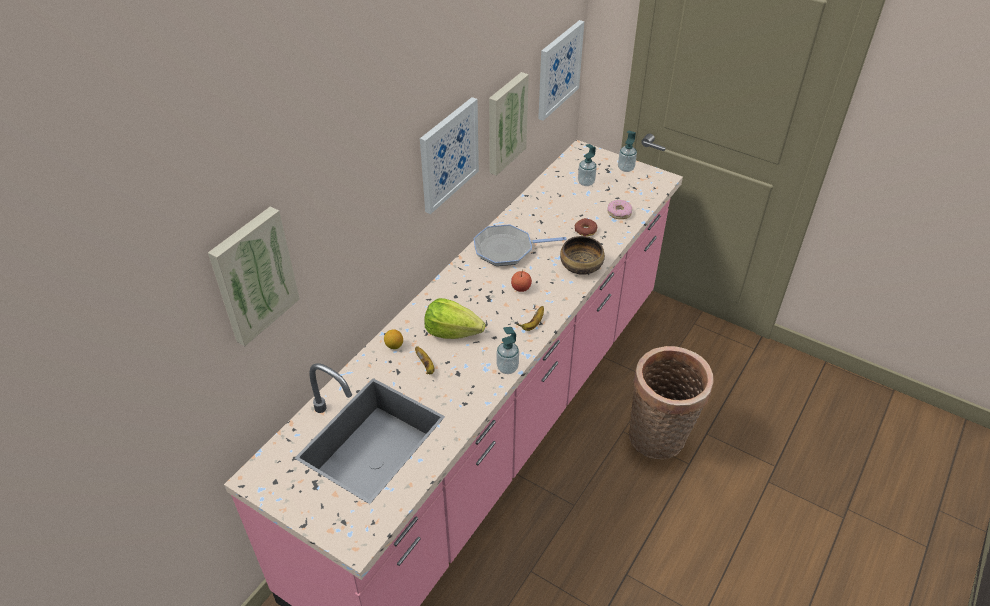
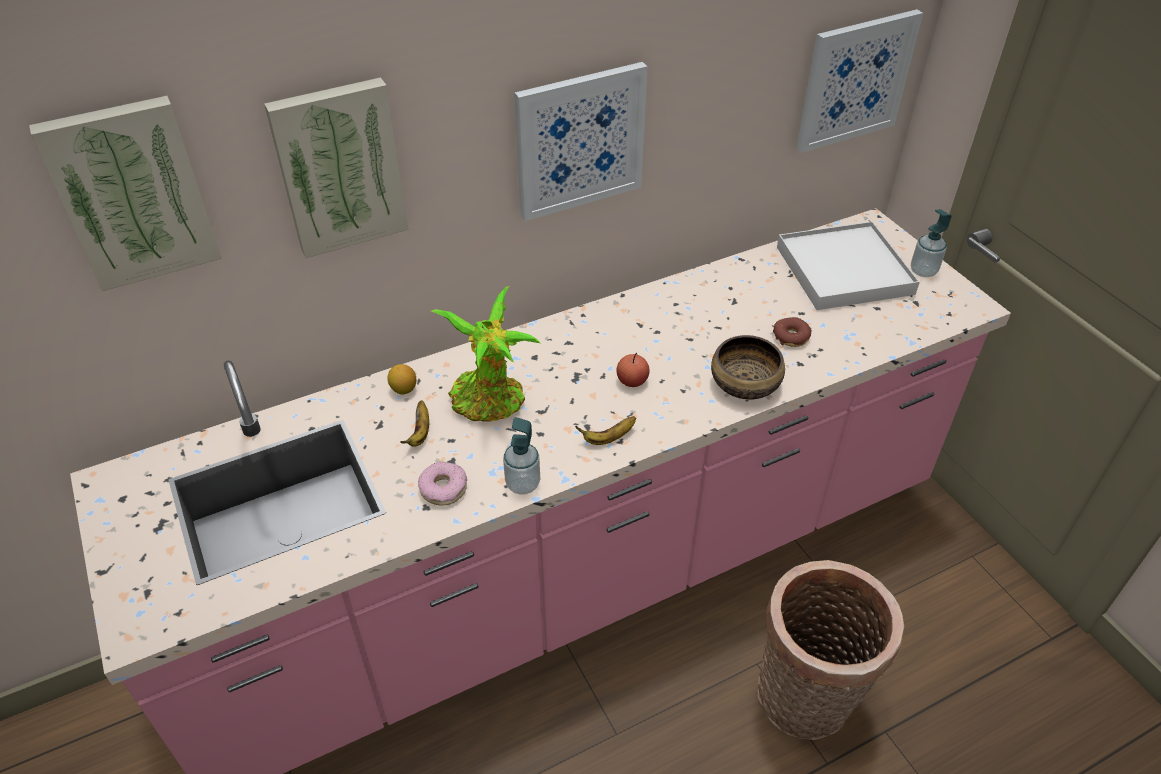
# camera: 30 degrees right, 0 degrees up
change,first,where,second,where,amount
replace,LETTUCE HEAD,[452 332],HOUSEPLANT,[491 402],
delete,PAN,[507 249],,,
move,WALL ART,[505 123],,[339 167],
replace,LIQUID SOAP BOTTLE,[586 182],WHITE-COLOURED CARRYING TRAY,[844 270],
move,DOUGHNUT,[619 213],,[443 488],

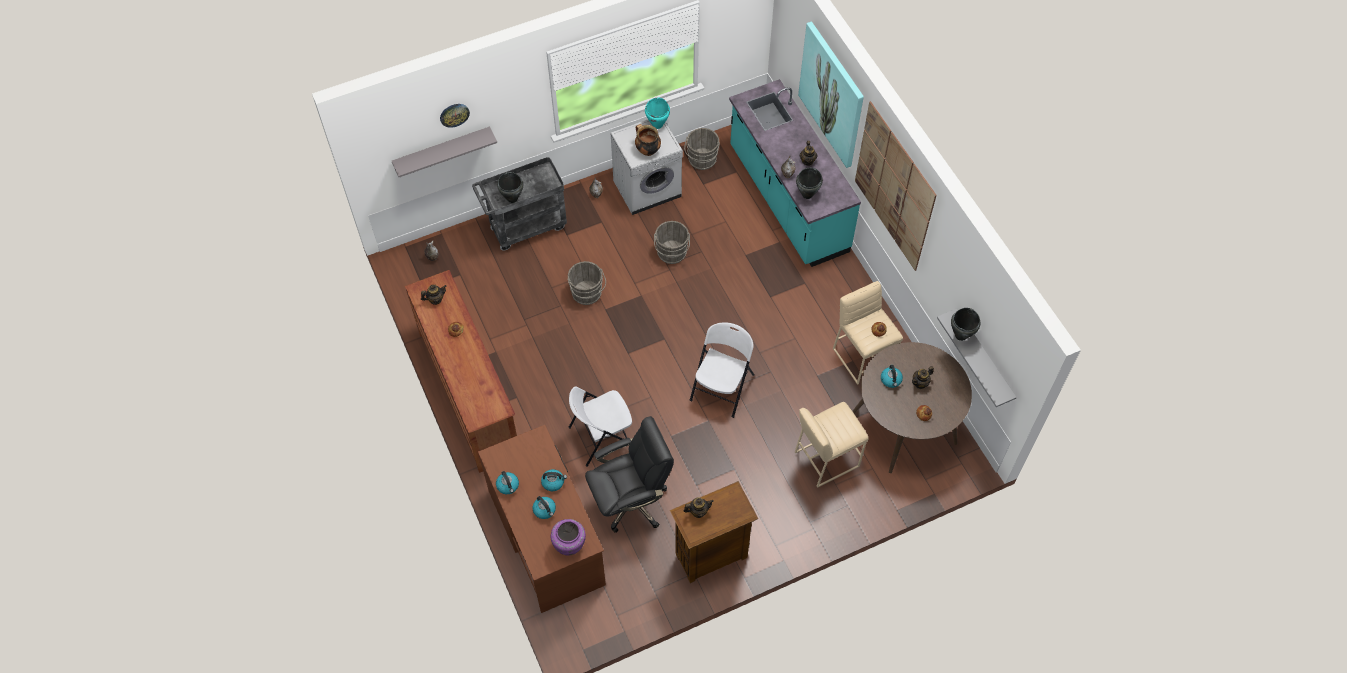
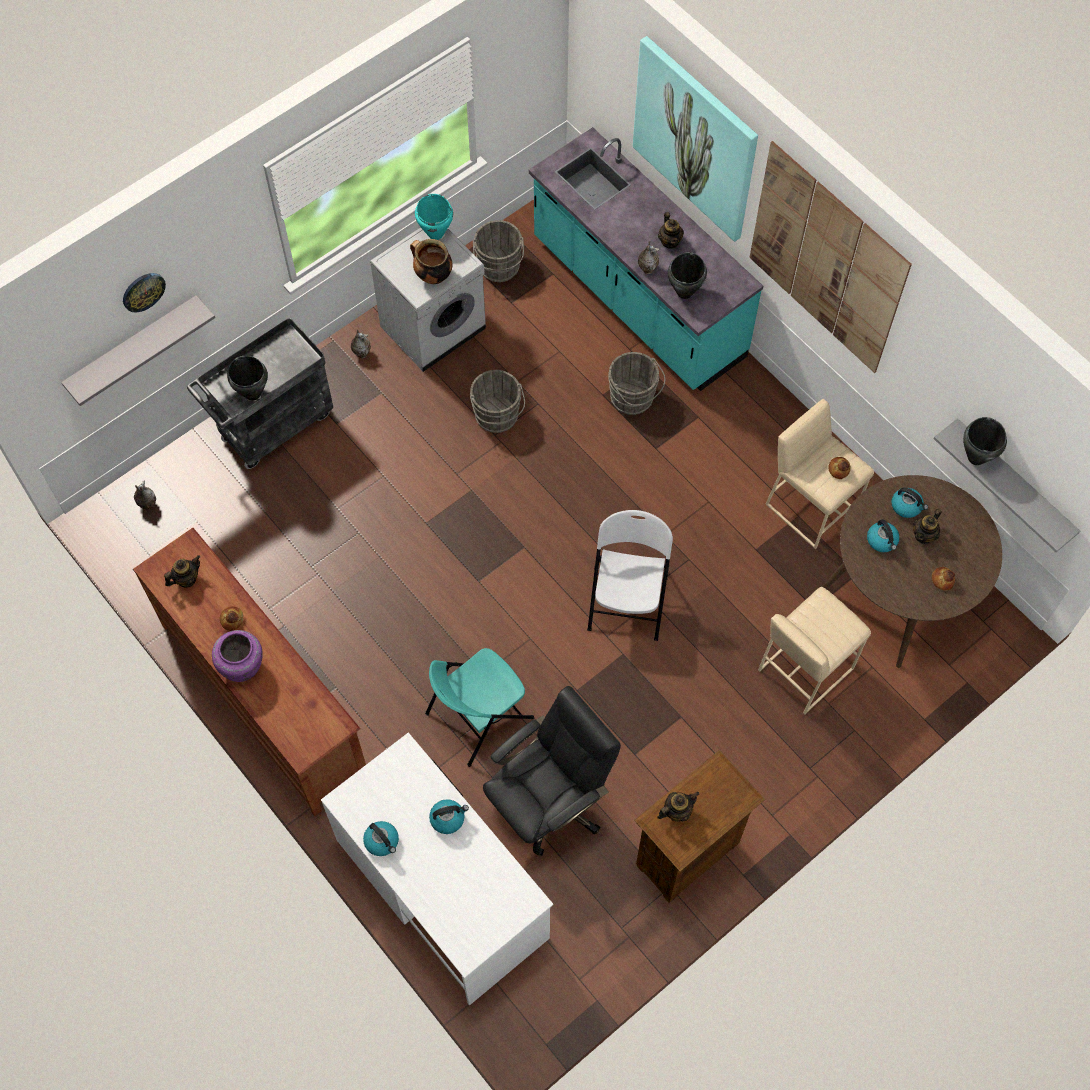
# camera: 15 degrees left, 5 degrees up
change,first,where,second,where,amount
recolor,BROWNISH DESK,[546 536],WHITE-COLOURED DESK,[442 887],
move,TEA KETTLE,[545 510],,[906 506],
move,PURPLE-COLOURED DECORATIVE VASE,[570 545],,[243 666],
move,GRAY WATER BUCKET,[587 294],,[633 399],
recolor,WHITE-COLOURED UPRIGHT CHAIR,[602 436],TURQUOISE-COLOURED UPRIGHT CHAIR,[479 715],

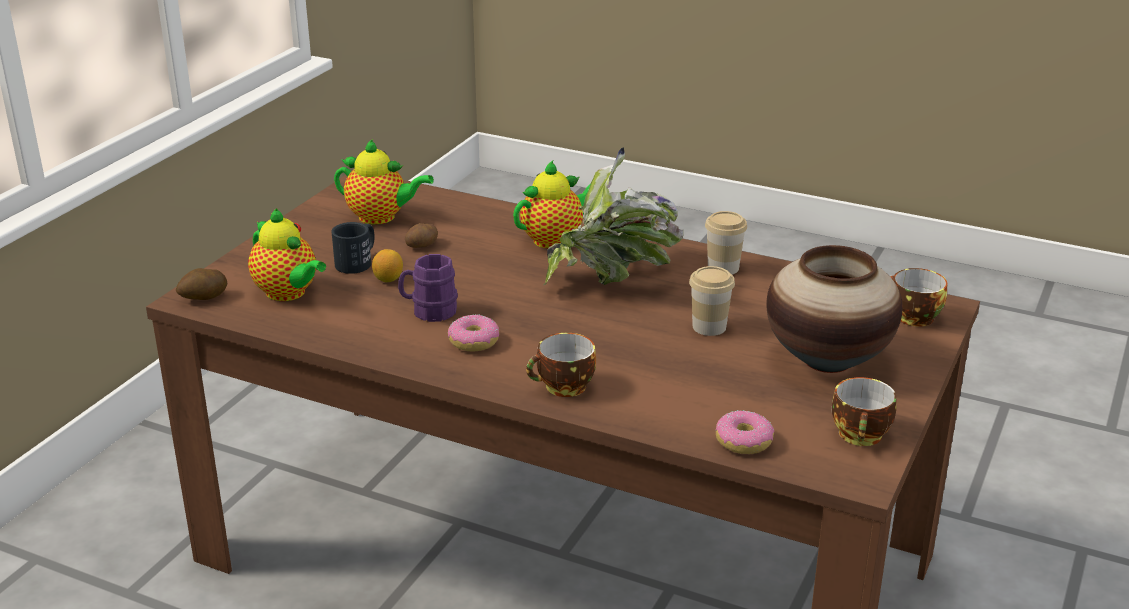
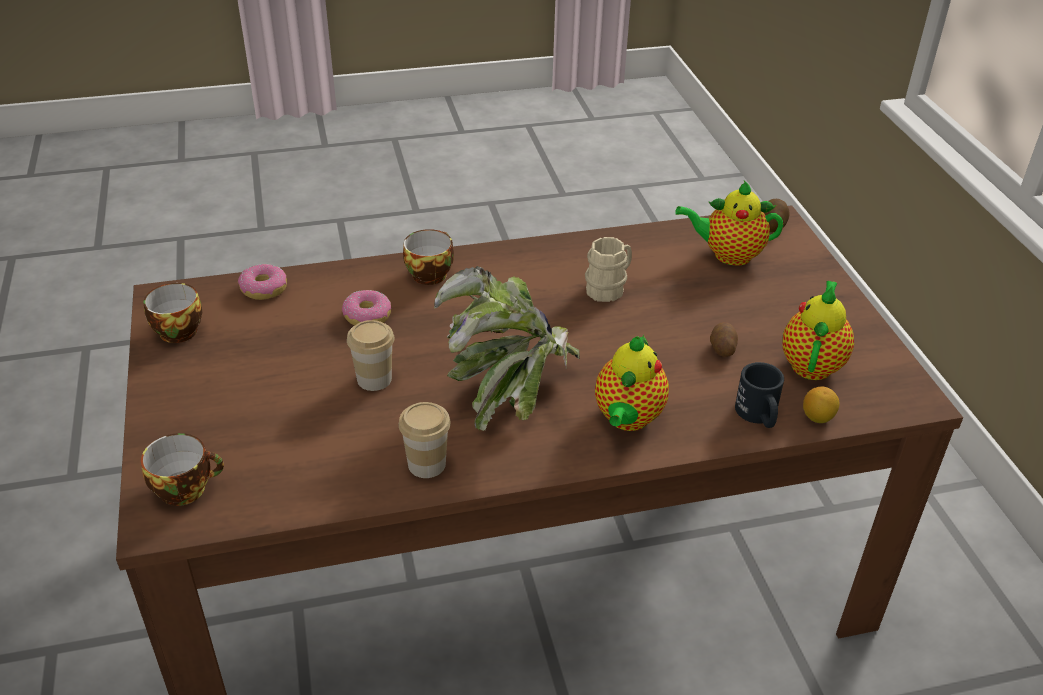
# camera: 140 degrees right, 10 degrees up
change,first,where,second,where,amount
move,BLACKISH COFFEE MUG,[358 261],,[759 416],
rotate,TEA POT,[381 217],,[812 363],135 degrees clockwise
move,LEMON,[388 279],,[817 417],
recolor,PURPLE-COLOURED COFFEE MUG,[429 311],SAND-COLOURED COFFEE MUG,[609 288],
move,DOUGHNUT,[474 341],,[367 316],
delete,DECORATIVE VASE,[828 360],,,

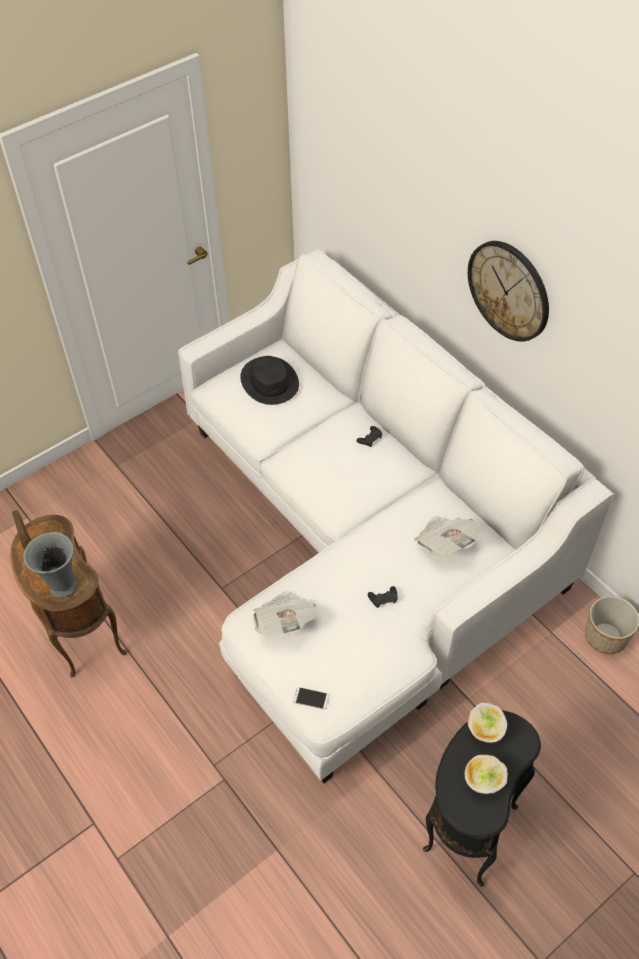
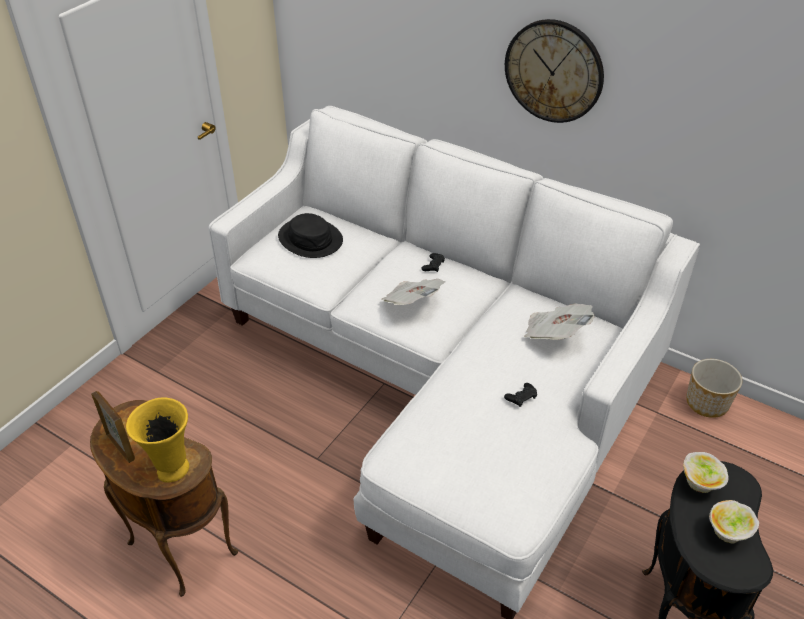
# camera: 20 degrees left, 10 degrees down
change,first,where,second,where,amount
recolor,GRAY DECORATIVE VASE,[62 587],YELLOW DECORATIVE VASE,[171 470],
move,PRINTED PAPER,[284 622],,[412 303],
delete,PHONE,[311 698],,,

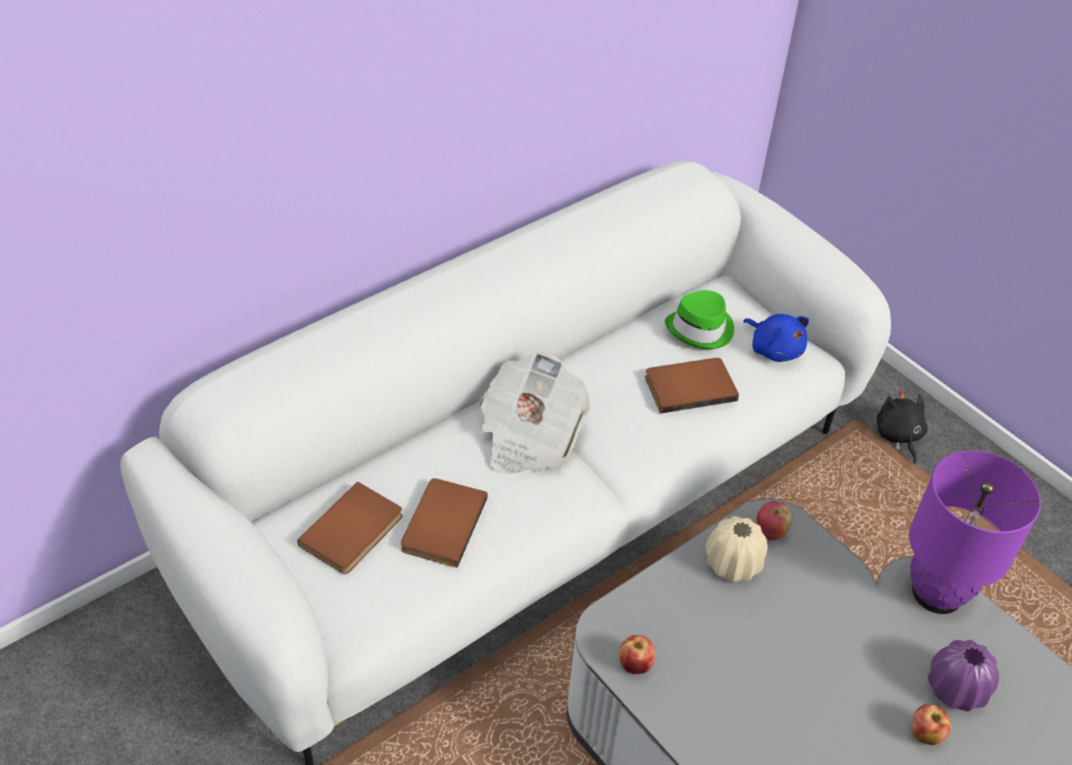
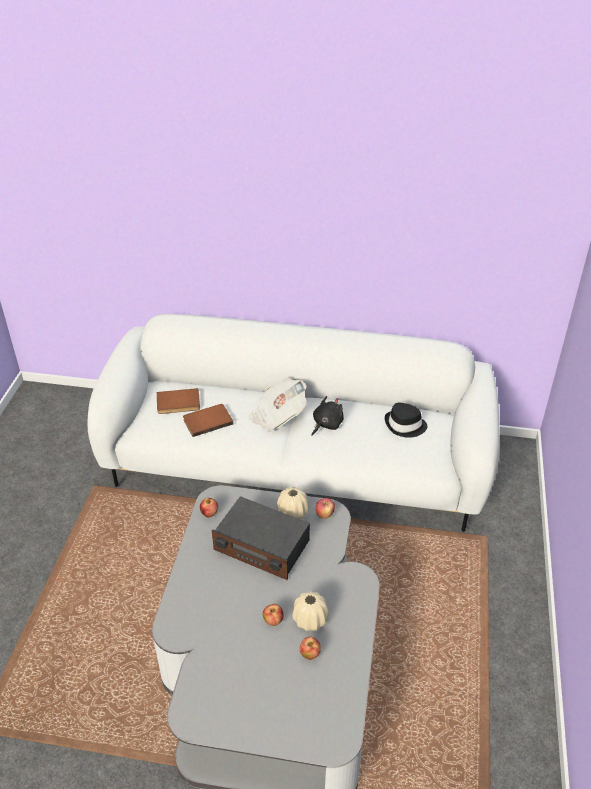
# camera: 50 degrees right, 5 degrees down
change,first,where,second,where,amount
delete,BROWNISH BOUND BOOK,[689 386],,,
recolor,GREEN-COLOURED CLOTHING HAT,[701 329],BLACKISH CLOTHING HAT,[405 425],
delete,BLUISH SOFT TOY,[774 349],,,
move,BLACKISH SOFT TOY,[898 436],,[326 424],
delete,PURPLE-COLOURED LAMP FOR A TABLE,[937 592],,,
recolor,PURPLE-COLOURED DECORATIVE VASE,[956 689],SAND-COLOURED DECORATIVE VASE,[310 620],
insert,,,RADIO RECEIVER,[262 546],
insert,,,WHOLE APPLE,[309 654],

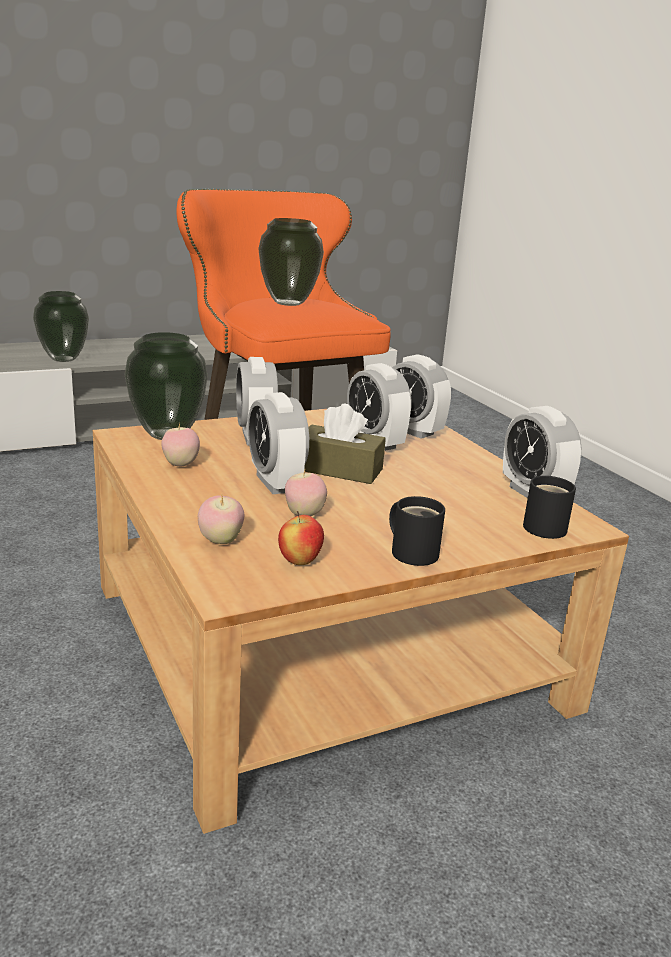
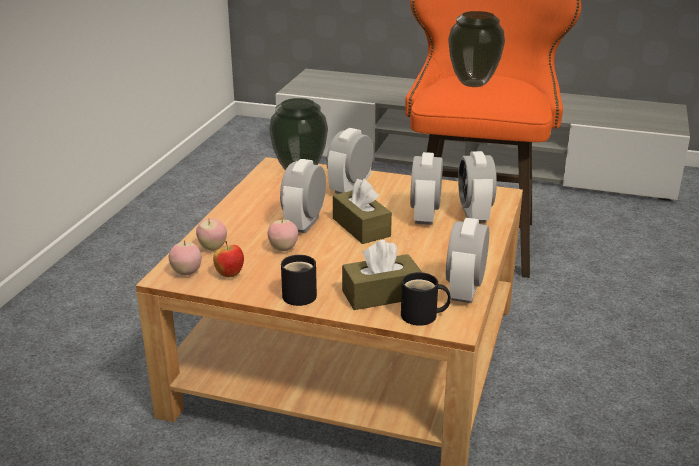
# camera: 45 degrees right, 5 degrees up
change,first,where,second,where,amount
delete,DECORATIVE VASE,[64 359],,,
move,WHOLE APPLE,[180 464],,[186 273],
insert,,,BROWNISH TISSUE HOLDER,[381 294],

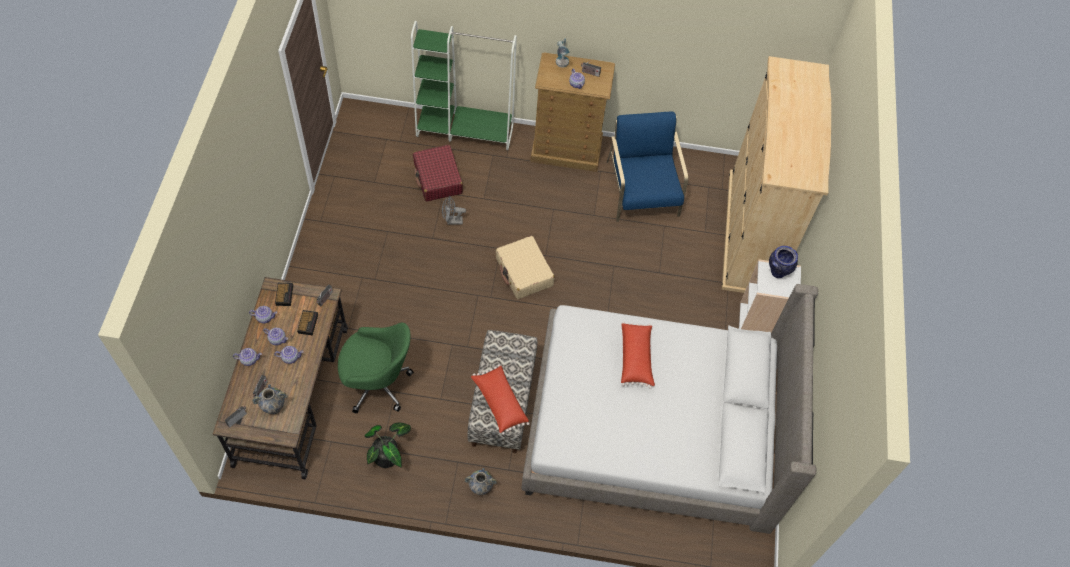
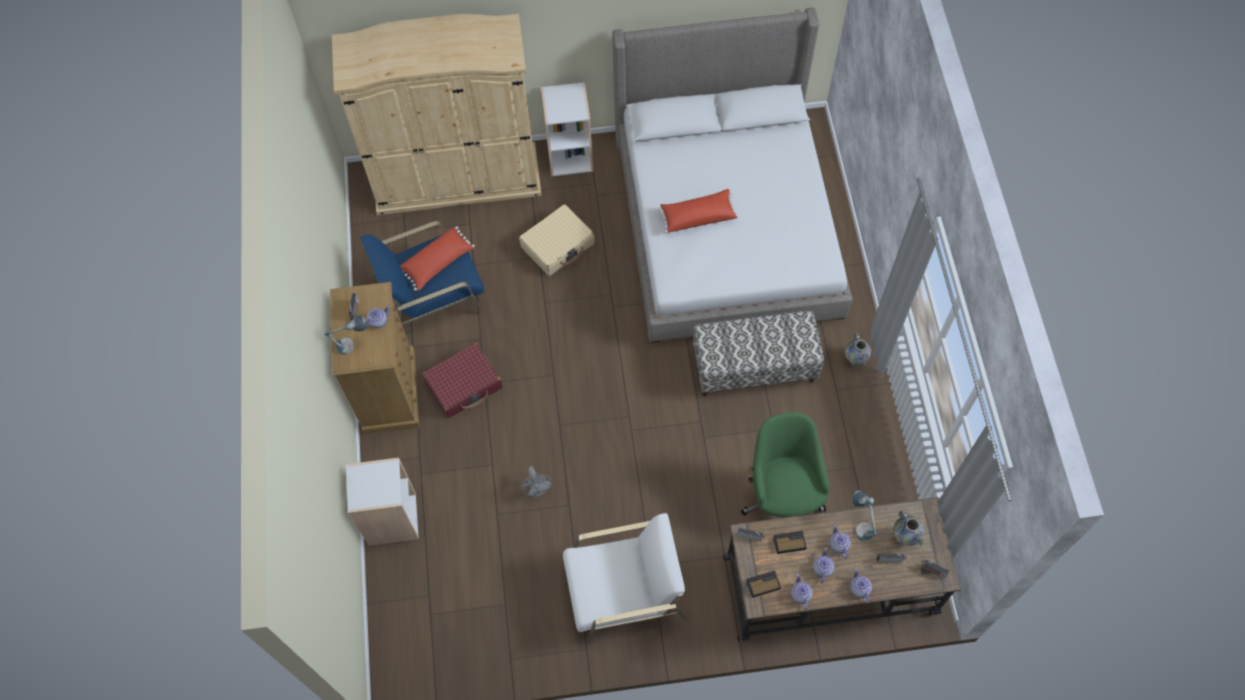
# camera: 100 degrees left, 5 degrees up
change,first,where,second,where,amount
delete,HOUSEPLANT,[389 456],,,
replace,GREEN-COLOURED CLOTHES RACK,[465 132],BOOKCASE,[392 518],
move,REDDISH PIECE OF LUGGAGE,[437 178],,[464 385],
move,REDDISH THROW PILLOW,[499 403],,[438 263],
move,SAND-COLOURED PIECE OF LUGGAGE,[524 272],,[558 245],
delete,DECORATIVE VASE,[778 272],,,
insert,,,WHITE-COLOURED EASY CHAIR,[623 593],
insert,,,LAMP FOR A TABLE,[860 525],

